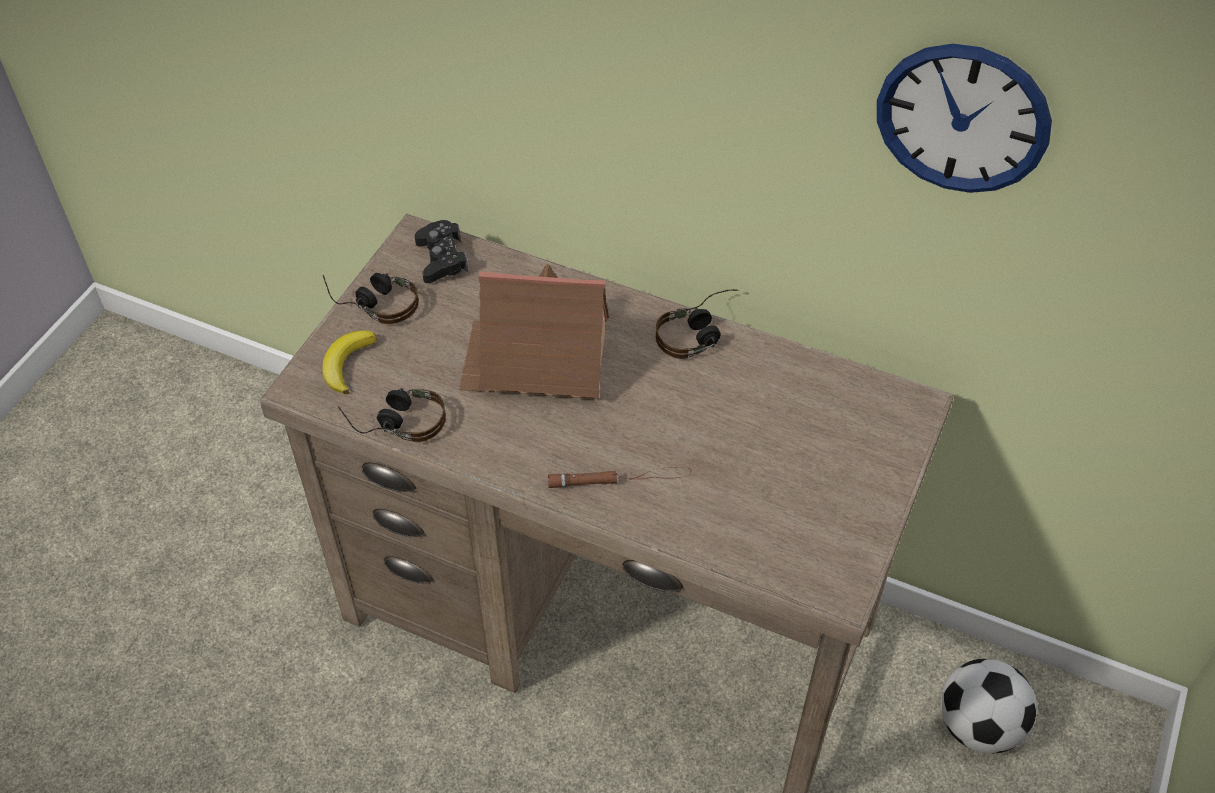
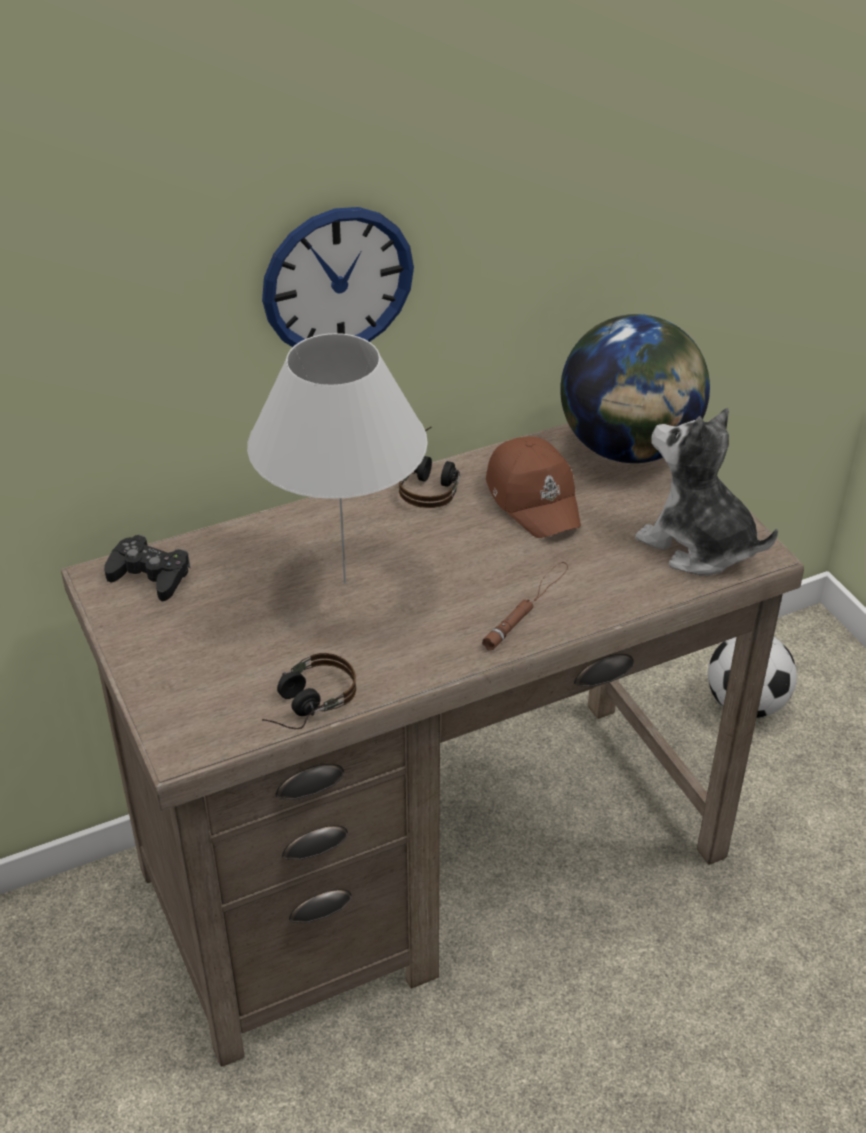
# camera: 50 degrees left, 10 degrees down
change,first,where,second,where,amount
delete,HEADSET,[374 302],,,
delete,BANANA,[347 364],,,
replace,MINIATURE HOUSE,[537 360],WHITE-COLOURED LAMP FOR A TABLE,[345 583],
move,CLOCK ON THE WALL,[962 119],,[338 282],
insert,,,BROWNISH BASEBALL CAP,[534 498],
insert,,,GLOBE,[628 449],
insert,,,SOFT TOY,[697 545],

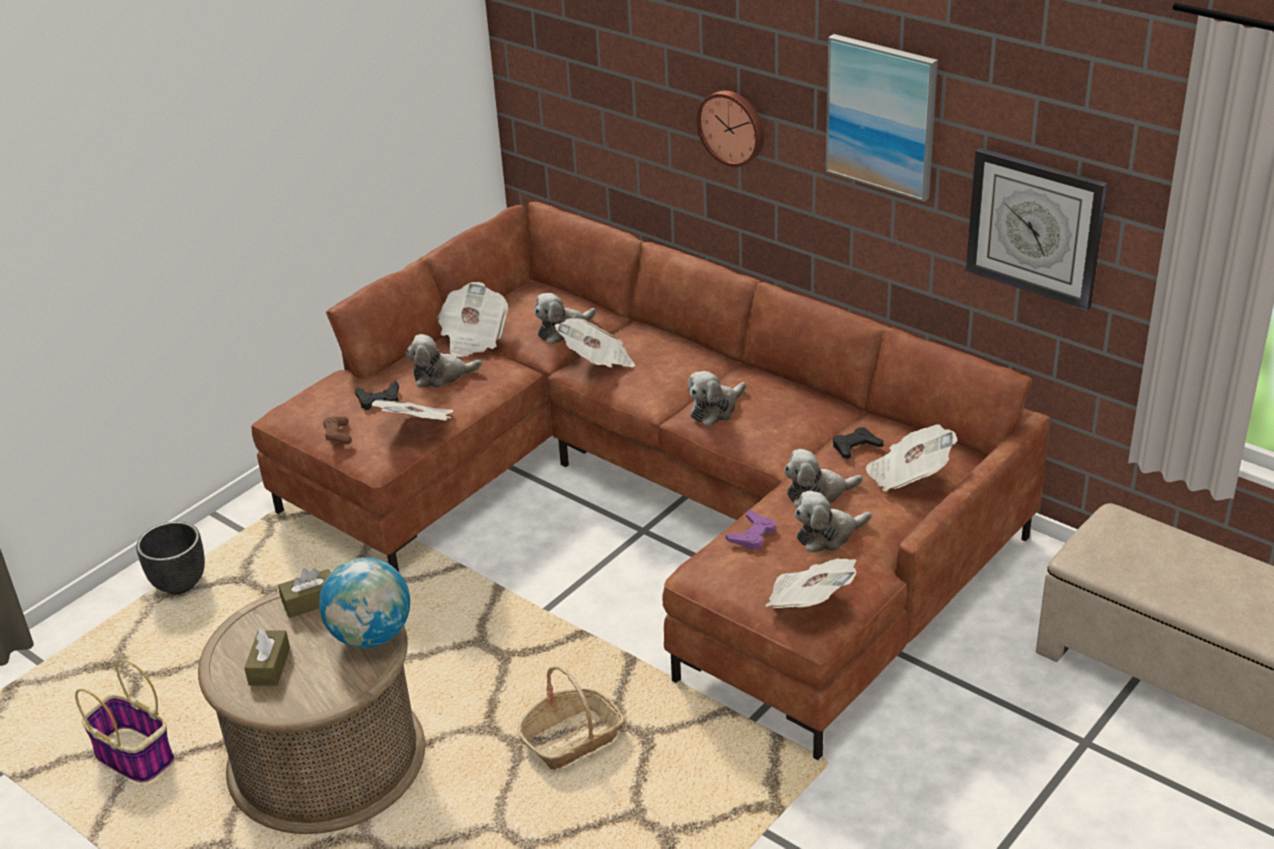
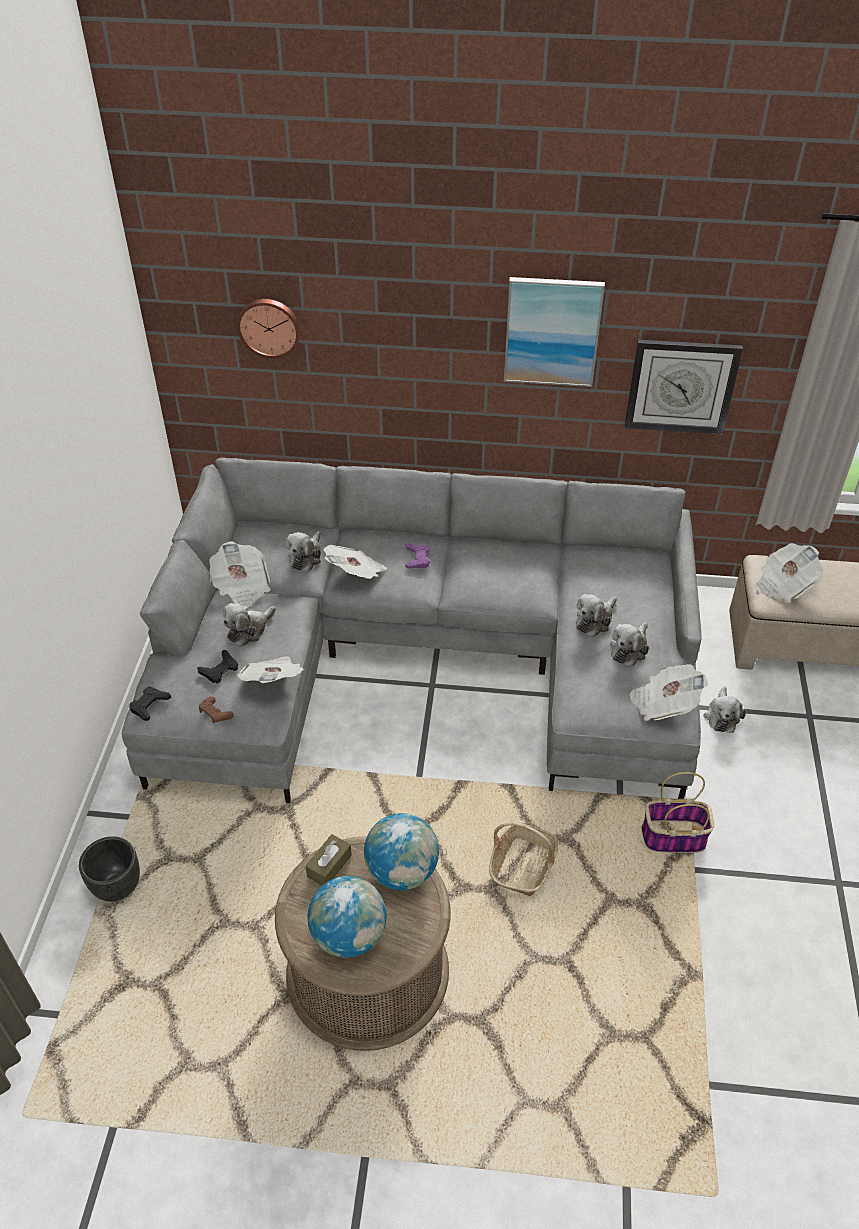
# camera: 35 degrees left, 10 degrees up
change,first,where,second,where,amount
move,STORAGE BASKET,[133 756],,[672 838],
replace,BROWNISH TISSUE HOLDER,[269 666],GLOBE,[349 935],
recolor,BROWNISH SOFA,[658 502],GRAY SOFA,[423 659],
move,SOFT TOY,[715 409],,[722 716],
move,CLOCK ON THE WALL,[732 127],,[269 327],
move,PURPLE-COLOURED JOYPAD,[752 535],,[417 558],
move,BLACKISH JOYPAD,[856 447],,[149 705],
move,PRINTED PAPER,[908 476],,[784 584],

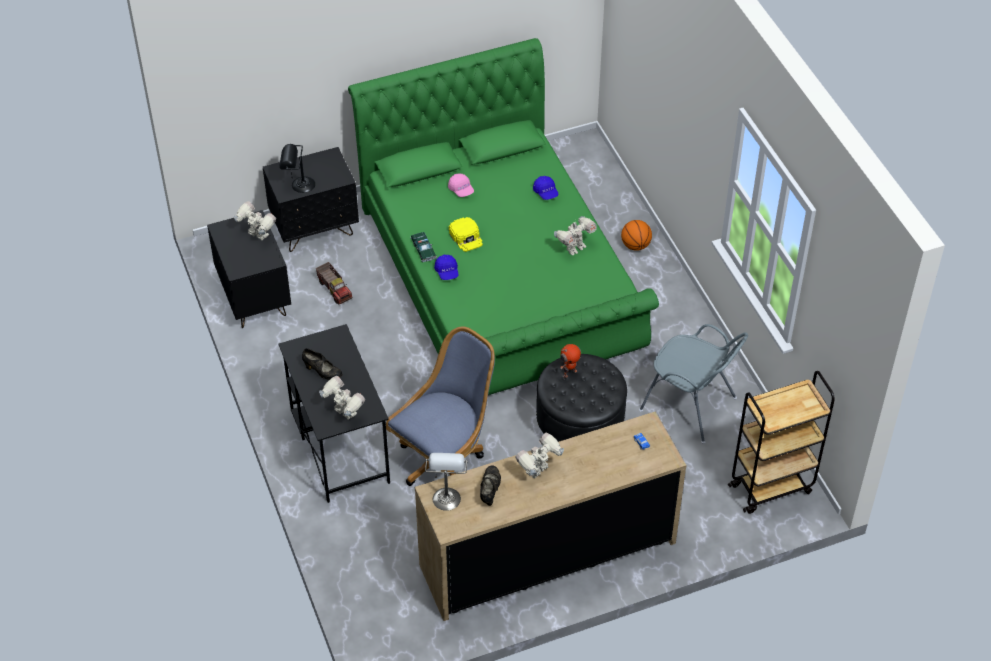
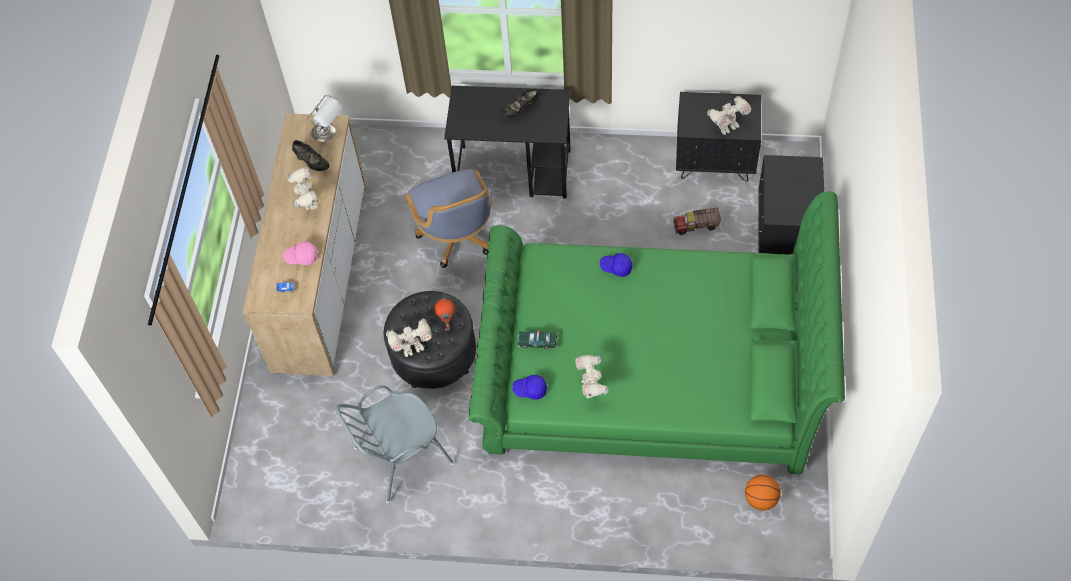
# camera: 120 degrees right, 10 degrees up
change,first,where,second,where,amount
delete,BLACKISH LAMP FOR A TABLE,[298 185],,,
move,TOY ROBOT,[344 413],,[412 348],
move,TOY CAR,[423 250],,[537 342],
move,PINK-COLOURED BASEBALL CAP,[461 190],,[301 257],
delete,YELLOW BASEBALL CAP,[466 237],,,
move,BLUISH BASEBALL CAP,[546 192],,[530 390],
move,BALL FOR BASKETBALL,[635 245],,[761 499],
delete,BROWNISH TROLLEY,[770 490],,,

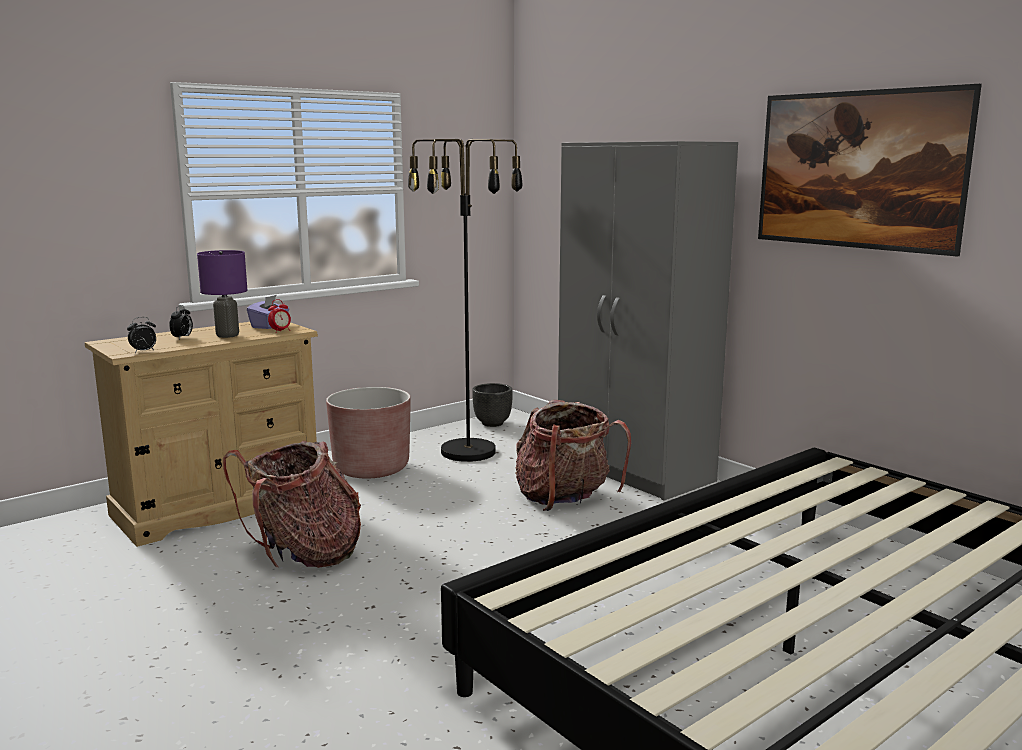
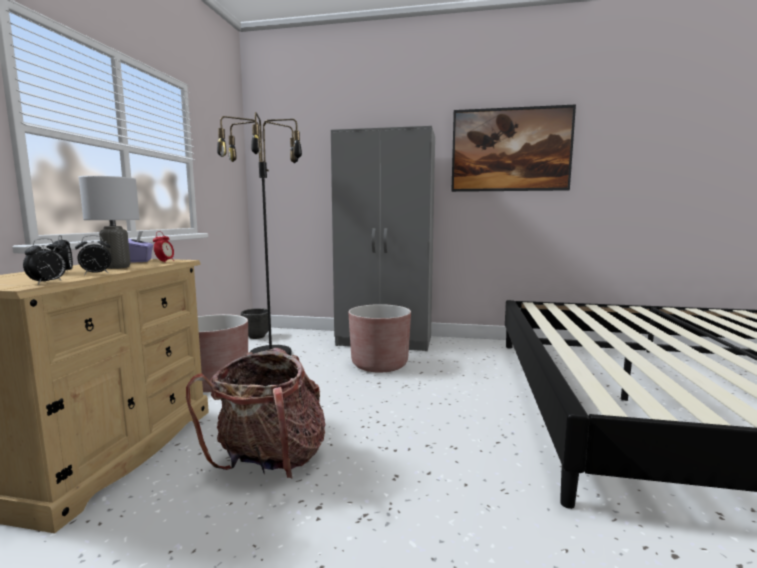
# camera: 40 degrees left, 5 degrees down
change,first,where,second,where,amount
recolor,PURPLE-COLOURED LAMP FOR A TABLE,[228 335],WHITE-COLOURED LAMP FOR A TABLE,[116 267],
replace,RUCKSACK,[565 499],BROWNISH PLANT POT,[379 364],
insert,,,ALARM CLOCK,[96 274],

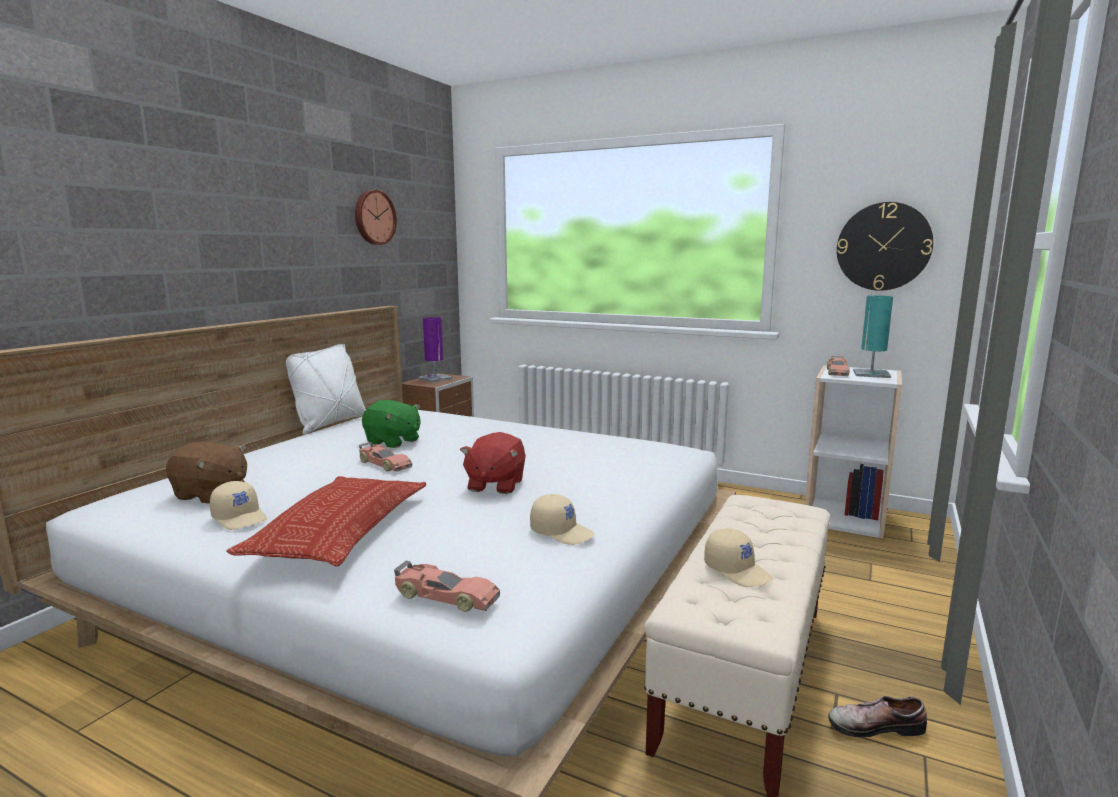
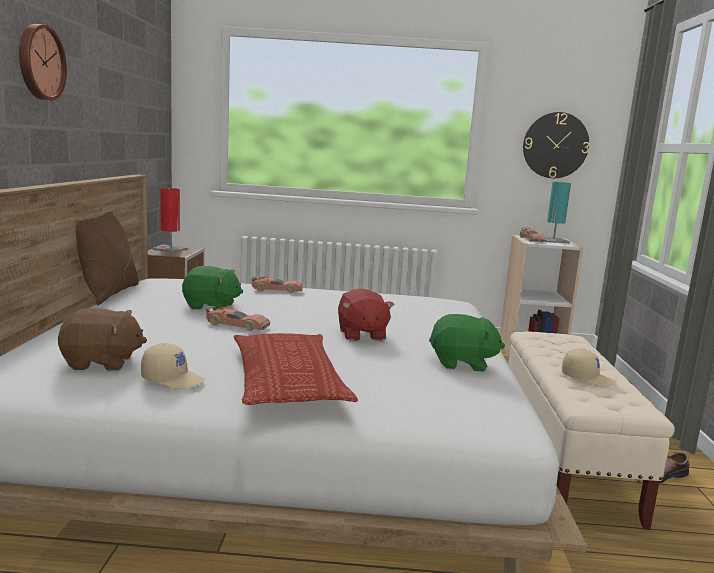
# camera: 25 degrees left, 0 degrees up
change,first,where,second,where,amount
recolor,WHITE-COLOURED THROW PILLOW,[330 423],BROWNISH THROW PILLOW,[109 294],
move,CLOCK ON THE WALL,[373 217],,[39 62],
move,TOY CAR,[445 597],,[277 290],
recolor,PURPLE-COLOURED LAMP FOR A TABLE,[435 378],REDDISH LAMP FOR A TABLE,[170 249],
replace,SAND-COLOURED BASEBALL CAP,[562 532],GREEN-COLOURED SOFT TOY,[462 363],

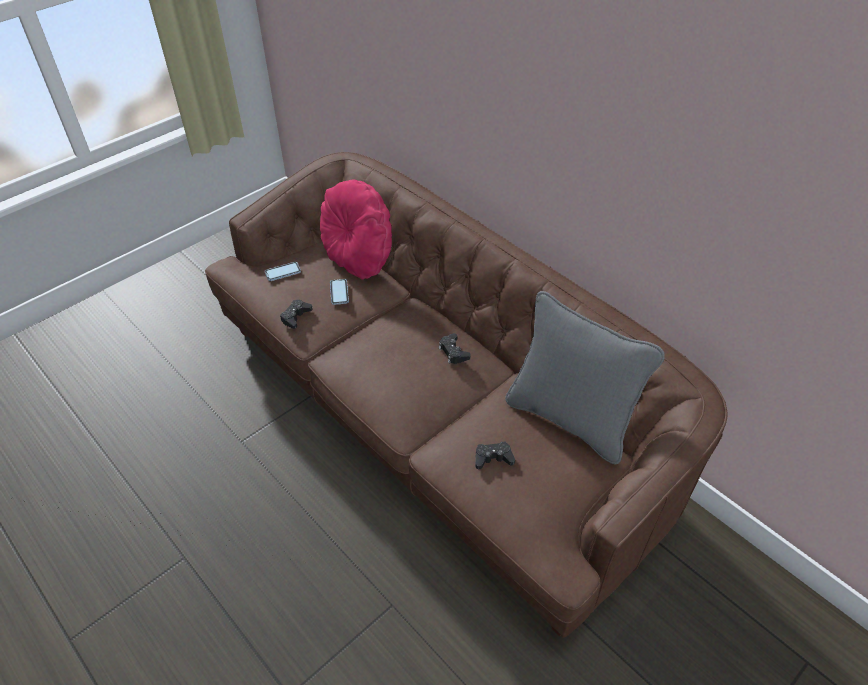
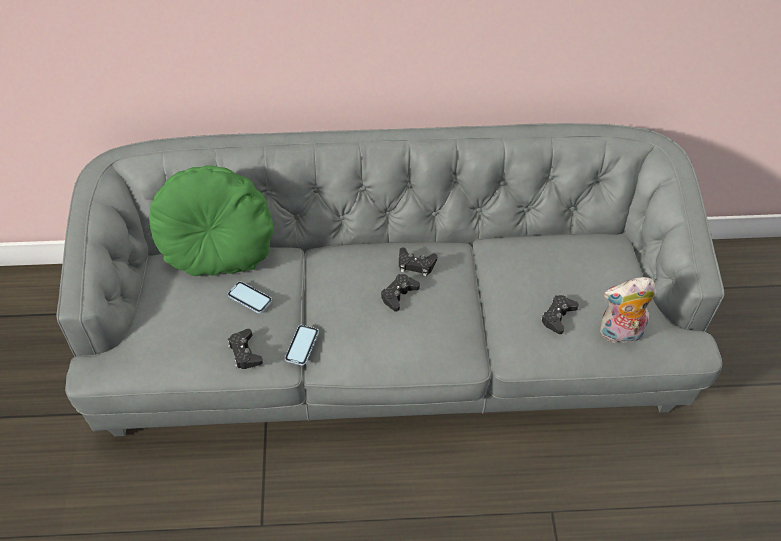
# camera: 50 degrees left, 5 degrees up
change,first,where,second,where,amount
recolor,BROWNISH SOFA,[434 418],GRAY SOFA,[391 347],
move,PHONE,[283 272],,[302 346],
recolor,PINK-COLOURED THROW PILLOW,[358 262],GREEN-COLOURED THROW PILLOW,[220 257],
delete,GRAY THROW PILLOW,[569 419],,,
insert,,,BLACKISH JOYPAD,[399 295],
insert,,,SOFT TOY,[619 334],

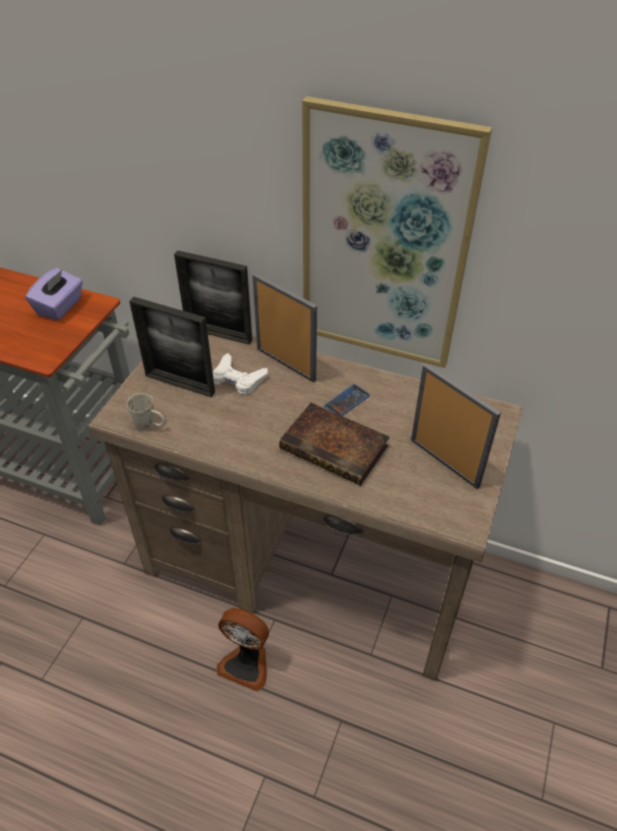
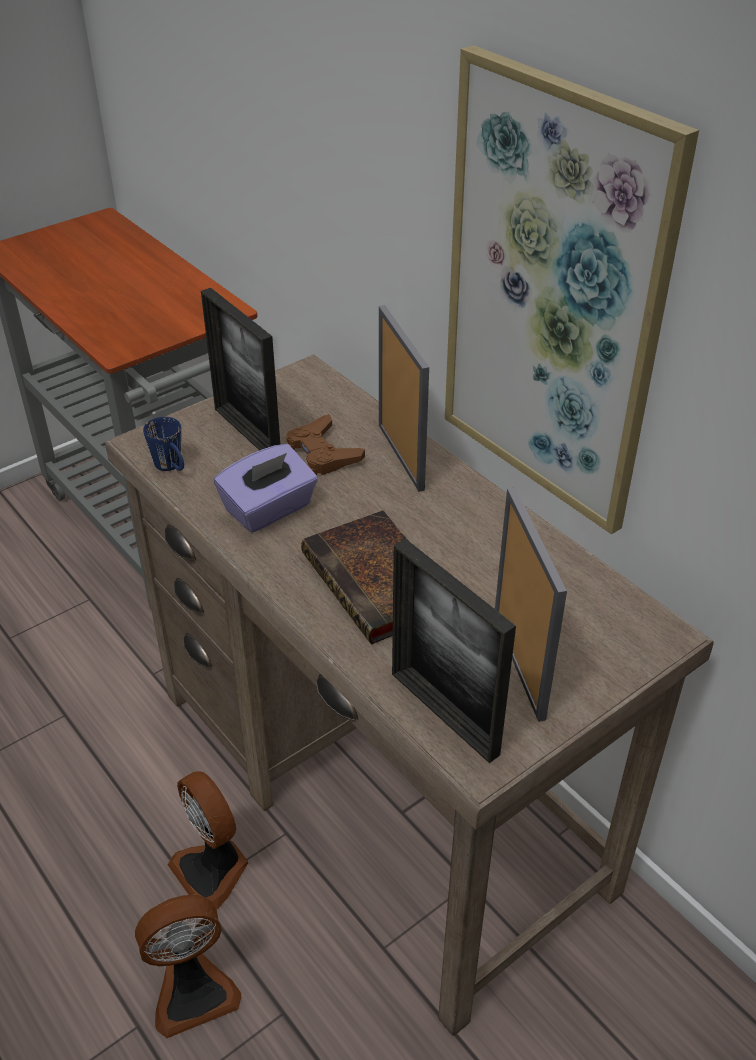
# camera: 30 degrees right, 5 degrees down
change,first,where,second,where,amount
move,PURPLE-COLOURED TISSUE HOLDER,[60 307],,[269 509],
recolor,WHITE-COLOURED COFFEE MUG,[150 425],BLUISH COFFEE MUG,[172 467],
move,STANDING FRAME,[218 334],,[444 713],
recolor,WHITE-COLOURED JOYPAD,[237 379],BROWNISH JOYPAD,[322 452],
delete,PHONE,[347 401],,,
insert,,,COOLING FAN,[193 990],

